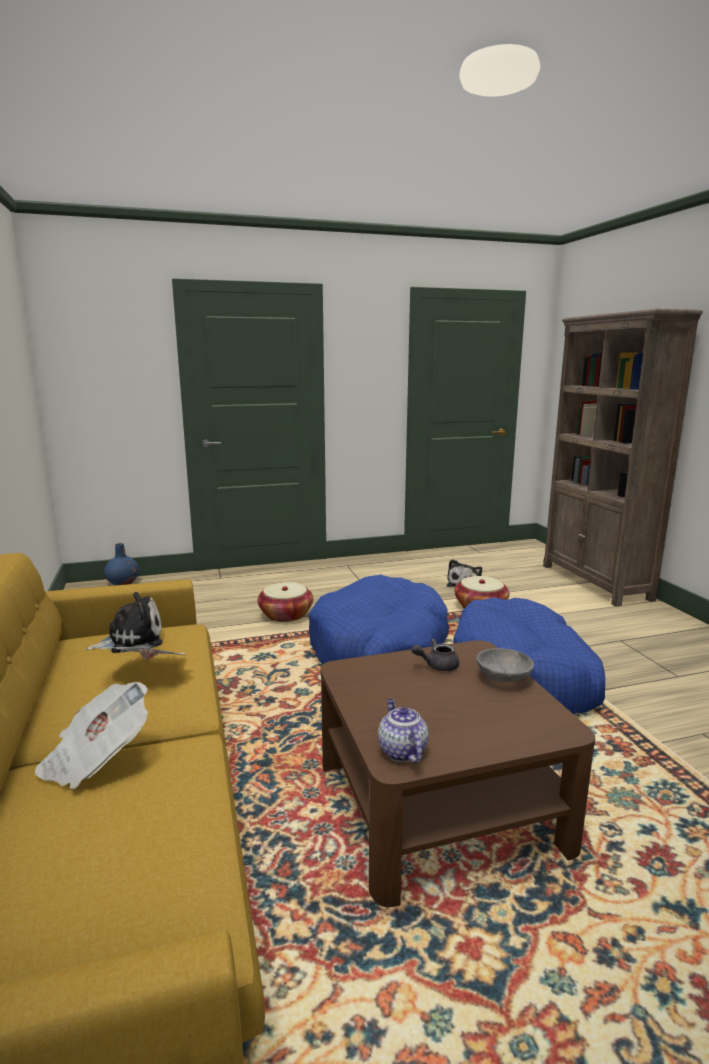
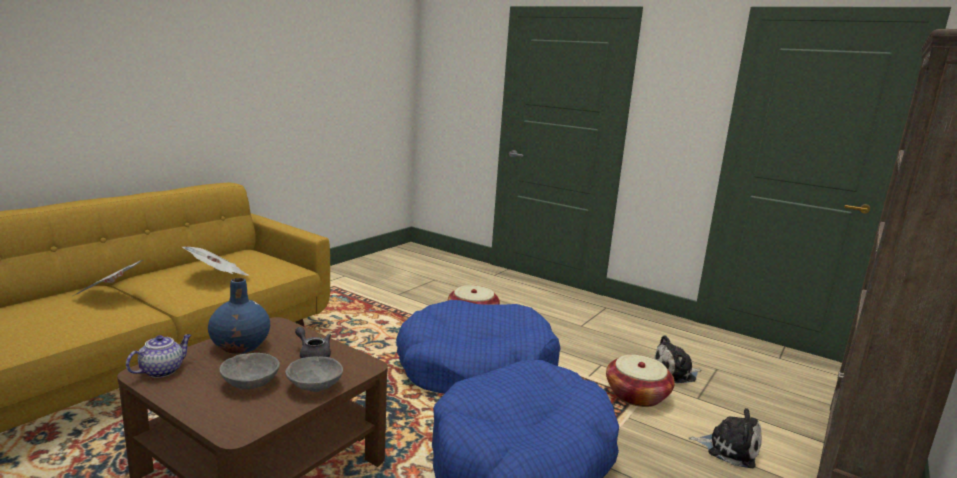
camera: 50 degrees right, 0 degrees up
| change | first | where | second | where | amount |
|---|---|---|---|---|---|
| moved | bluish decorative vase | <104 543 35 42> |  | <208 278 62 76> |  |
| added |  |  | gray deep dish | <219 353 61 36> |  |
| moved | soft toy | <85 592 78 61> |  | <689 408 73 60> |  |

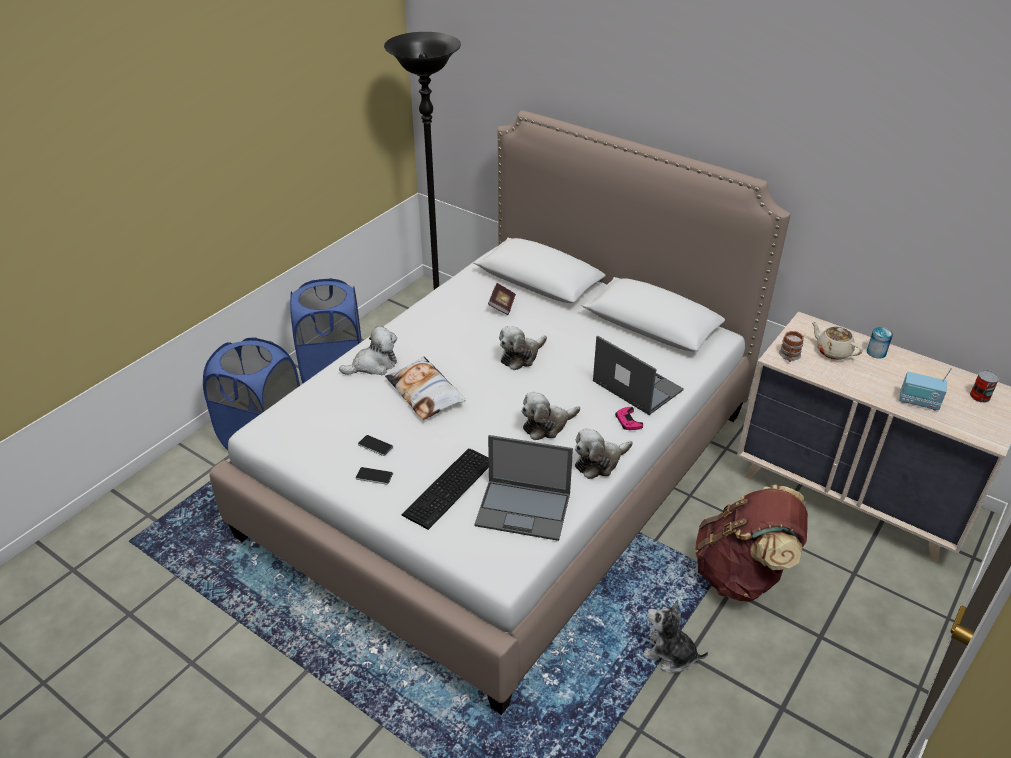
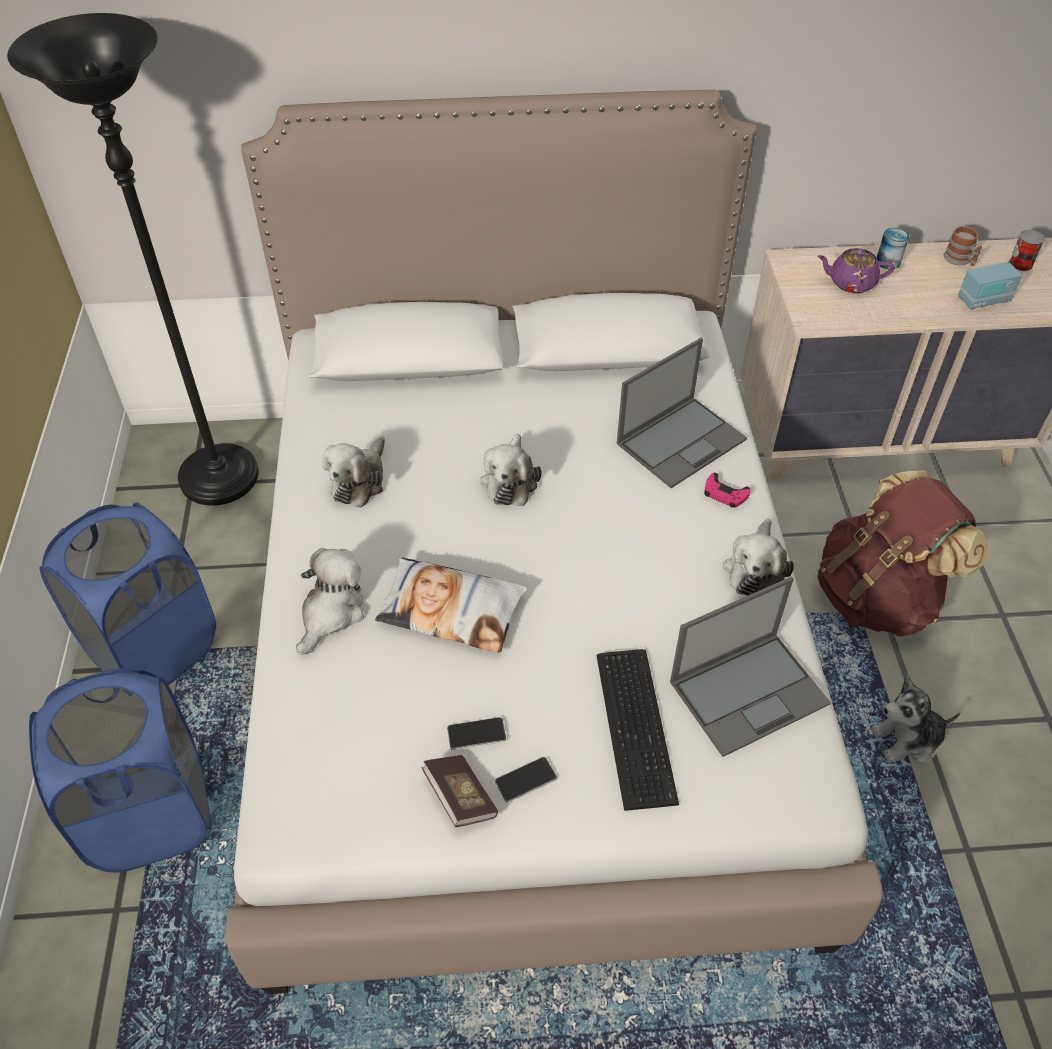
camera: 40 degrees left, 10 degrees up
| change | first | where | second | where | amount |
|---|---|---|---|---|---|
| moved | soft toy | <521 392 59 48> |  | <323 436 62 72> |  |
| moved | volume | <488 283 28 32> |  | <421 755 77 72> |  |
| turned | portable computer | <593 336 91 79> |  | <617 338 130 150> | 135 degrees clockwise |
| recoloured | beige tea pot | <811 321 52 39> | purple-coloured tea pot | <817 248 78 45> |  |
| moved | tea mug | <779 331 25 31> |  | <943 226 39 40> |  |

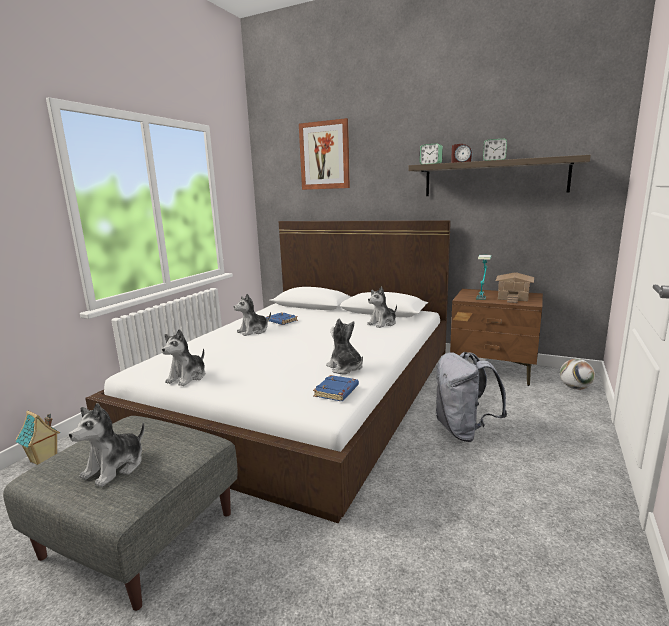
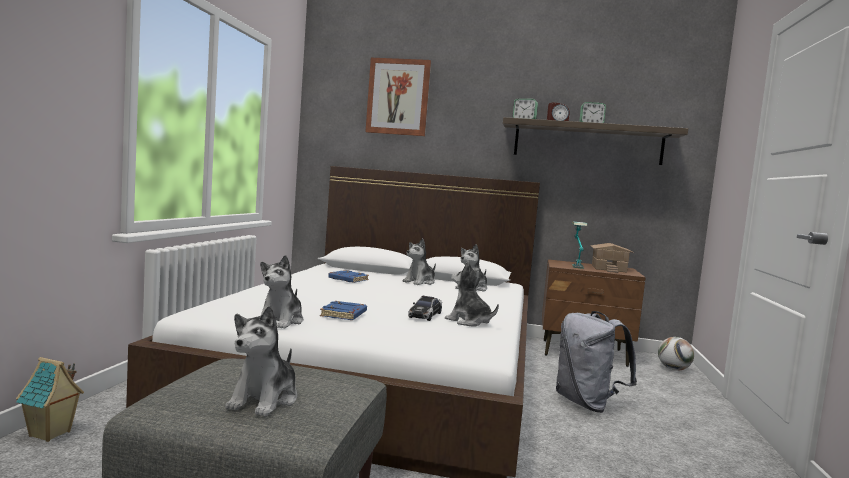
camera: 15 degrees left, 10 degrees down
| change | first | where | second | where | amount |
|---|---|---|---|---|---|
| moved | bluish volume | <313 375 46 26> |  | <320 301 47 19> |  |
| moved | soft toy | <234 293 37 43> |  | <403 238 33 47> |  |
| added |  |  | miniature car | <409 296 33 25> |  |

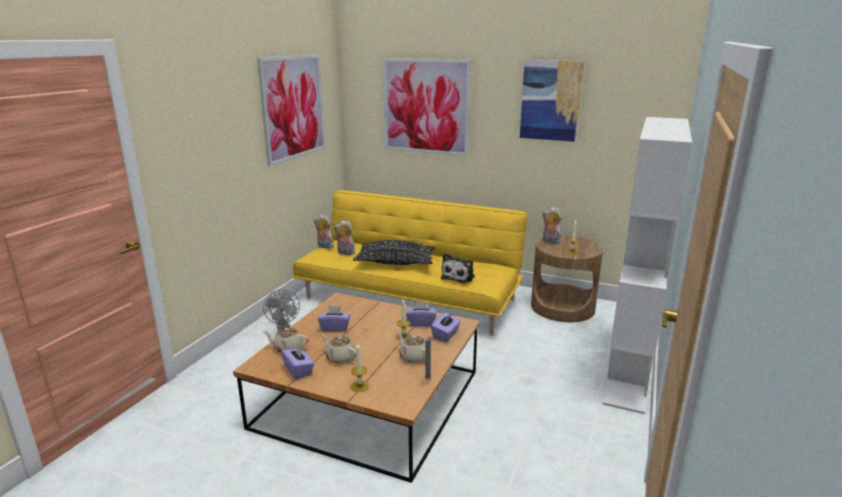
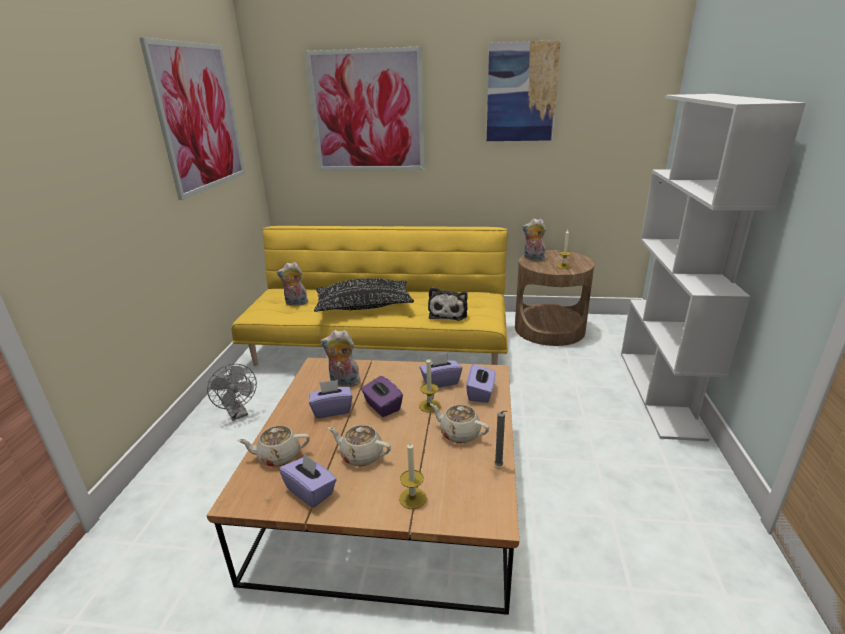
camera: 15 degrees left, 5 degrees up
| change | first | where | second | where | amount |
|---|---|---|---|---|---|
| moved | soft toy | <314 214 20 35> |  | <320 330 40 57> |  |
| added |  |  | purple-coloured tissue holder | <361 376 42 41> |  |

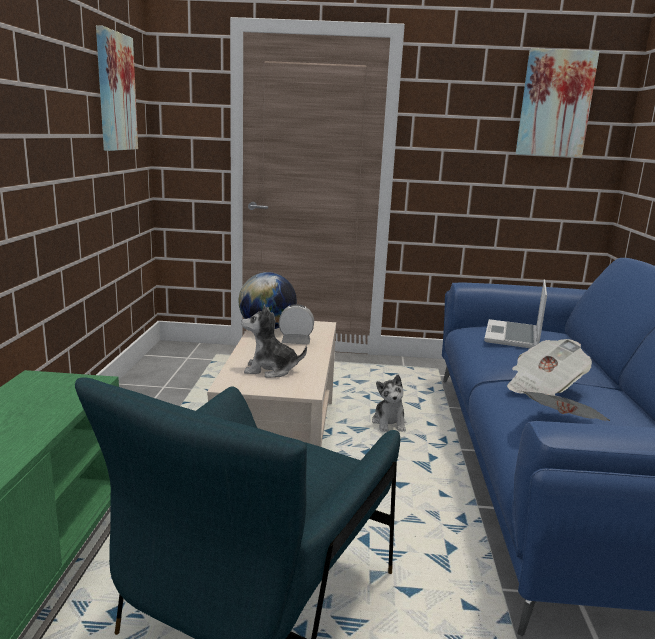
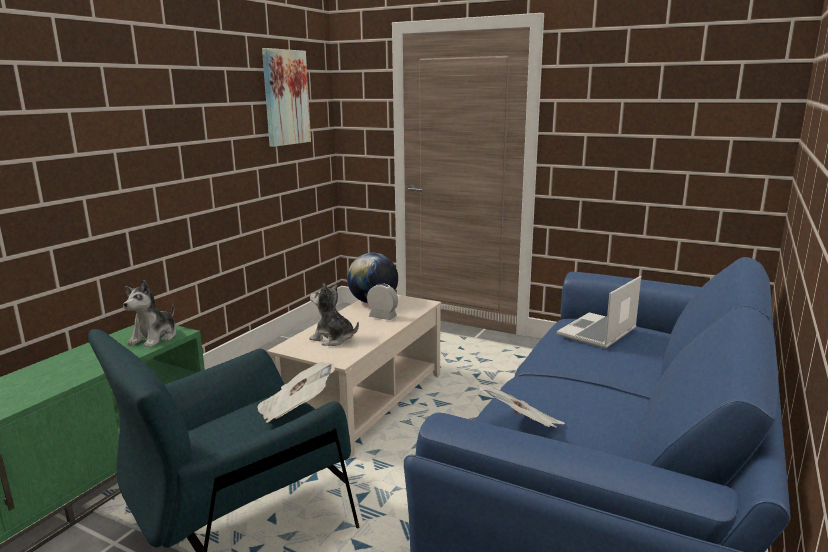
camera: 25 degrees right, 0 degrees up
| change | first | where | second | where | amount |
|---|---|---|---|---|---|
| moved | soft toy | <372 374 35 58> |  | <123 280 53 68> |  |
| moved | newspaper | <507 339 85 56> |  | <257 361 78 62> |  |
| removed | wall picture | <516 48 84 109> |  |  |  |

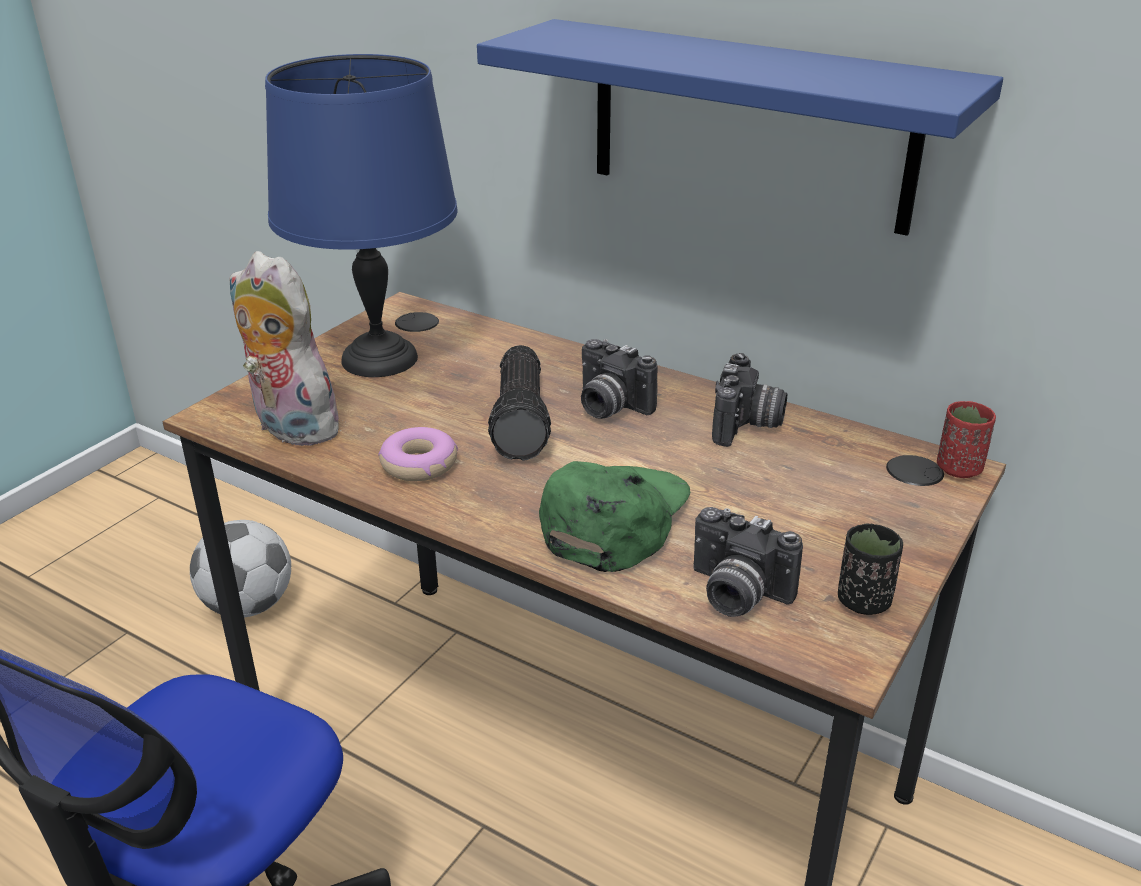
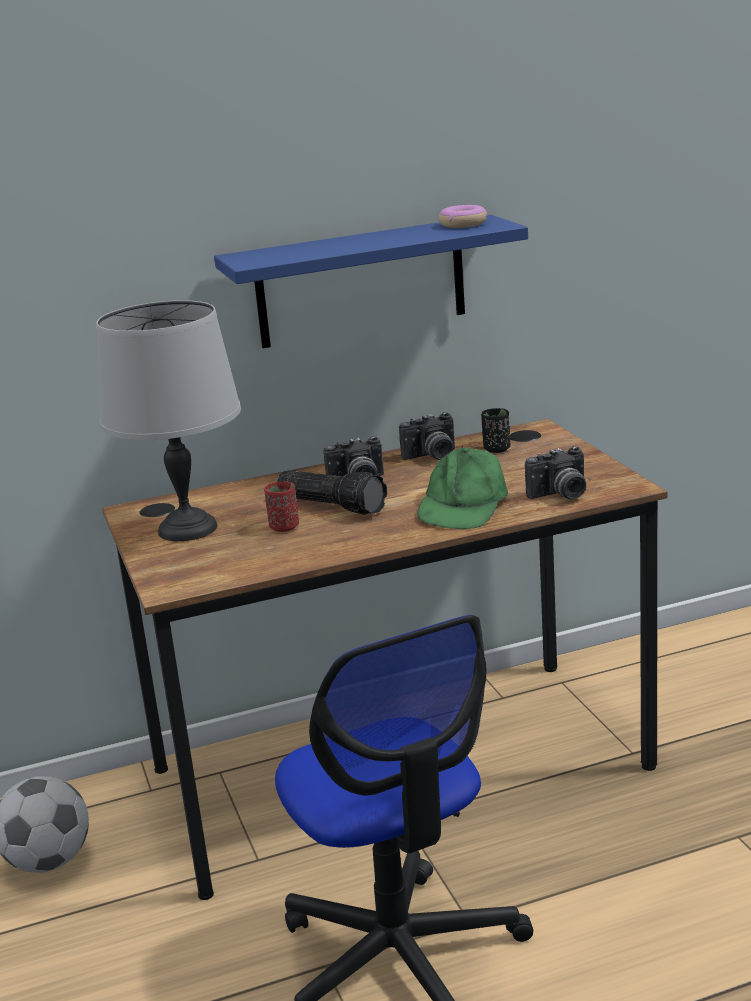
camera: 50 degrees left, 10 degrees down
| change | first | where | second | where | amount |
|---|---|---|---|---|---|
| recoloured | bluish lamp for a table | <265 54 193 323> | gray lamp for a table | <96 300 145 241> |  |
| moved | red small cup | <937 401 59 77> |  | <264 481 35 51> |  |
| turned | still camera | <712 353 75 94> |  | <399 412 56 48> | 105 degrees clockwise |
| turned | green-coloured peaked cap | <539 461 151 111> |  | <417 446 91 83> | 135 degrees counterclockwise |
| moved | doughnut | <378 427 80 54> |  | <438 205 49 23> |  |
| moved | black small cup | <838 524 65 91> |  | <481 408 29 45> |  |
| removed | soft toy | <229 251 120 195> |  |  |  |

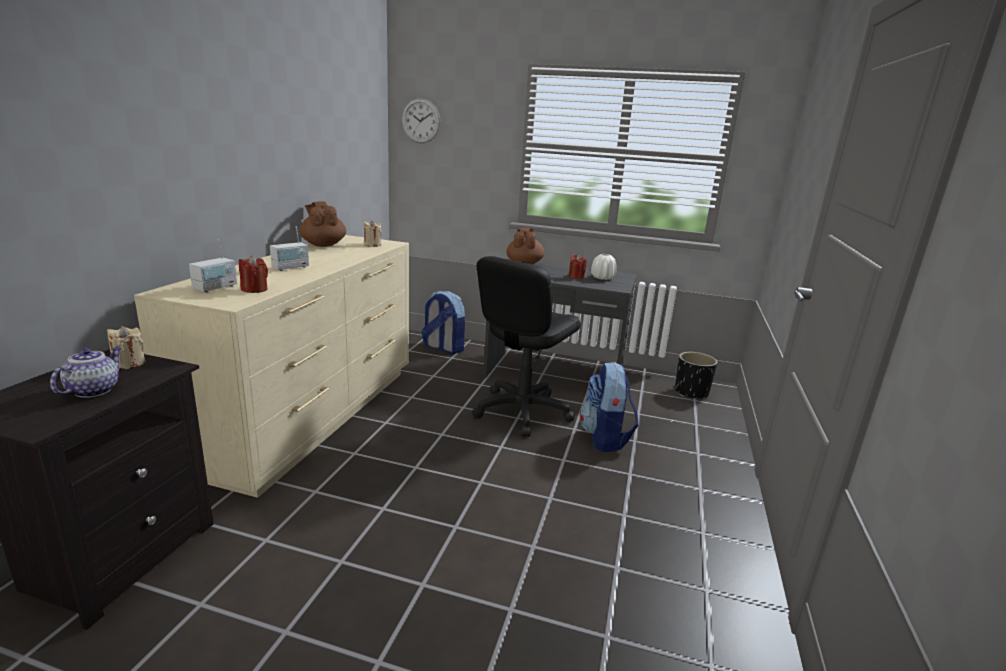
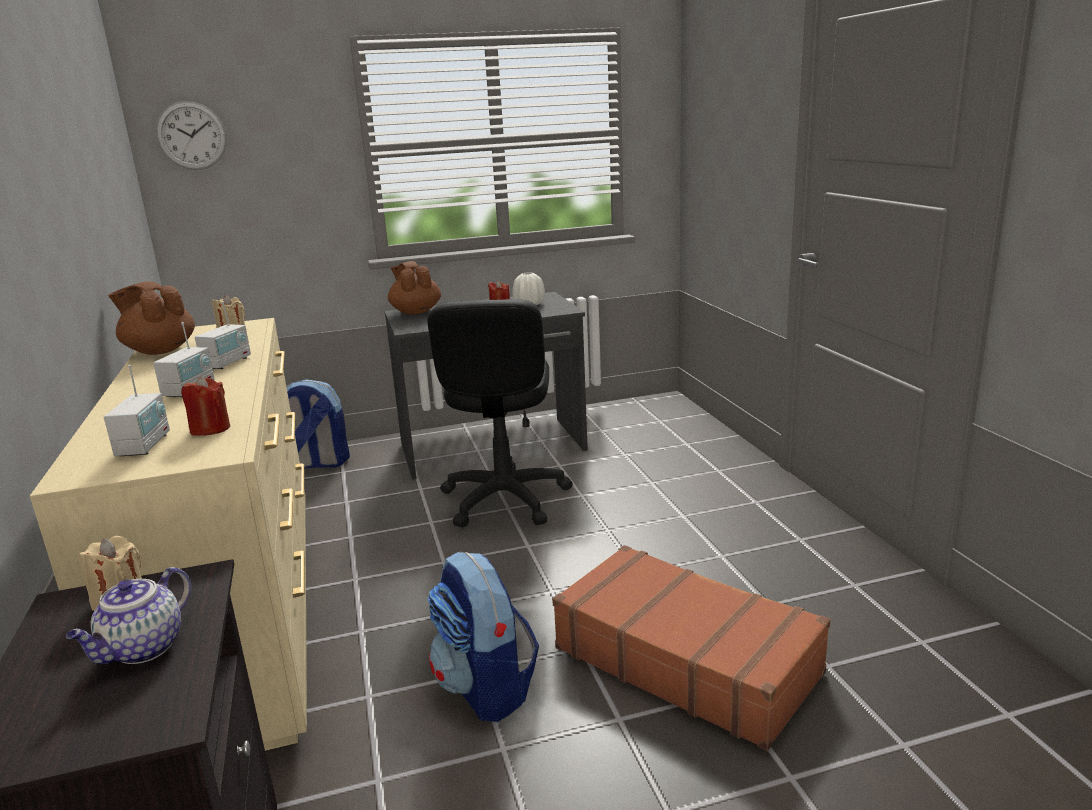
camera: 30 degrees left, 0 degrees up
| change | first | where | second | where | amount |
|---|---|---|---|---|---|
| turned | tea pot | <50 347 72 51> |  | <66 567 125 97> | 135 degrees counterclockwise |
| added |  |  | radio receiver | <195 301 56 68> |  |
| moved | knapsack | <580 362 59 90> |  | <428 551 111 171> |  |
| added |  |  | brown piece of luggage | <552 545 278 206> |  |
| removed | black planter | <675 352 42 47> |  |  |  |

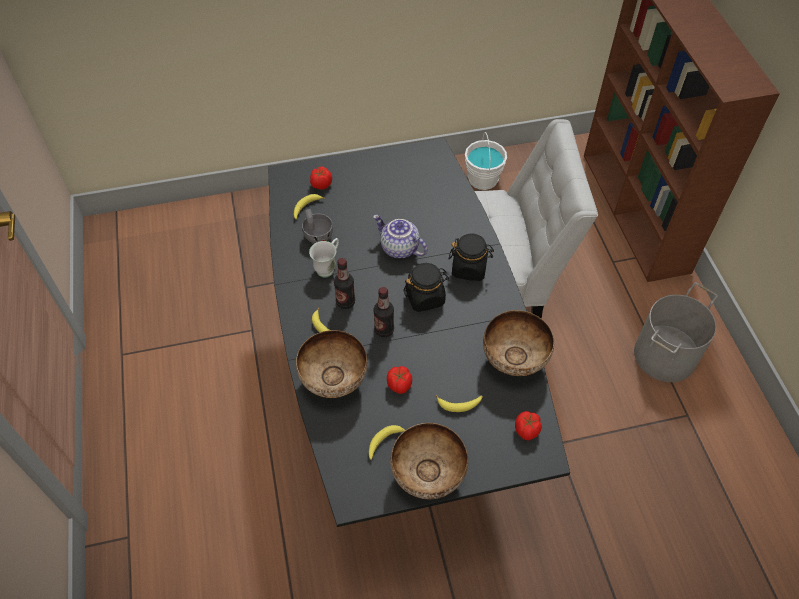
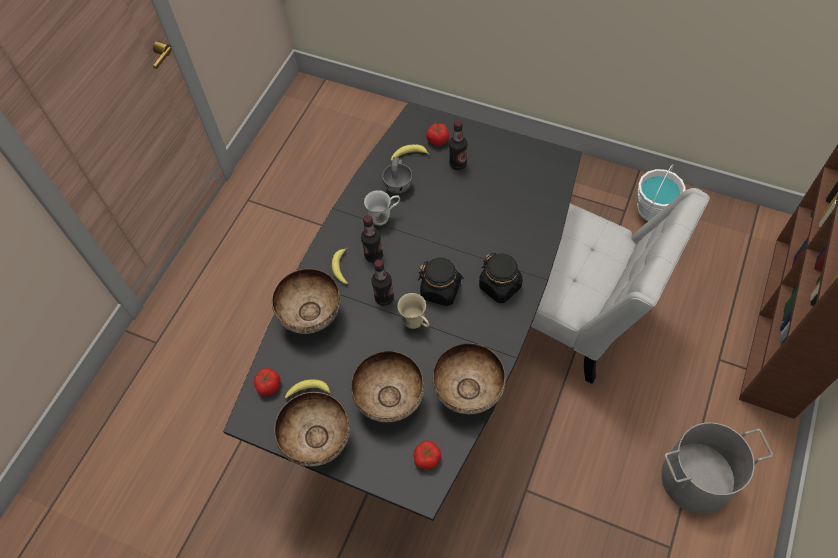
camera: 40 degrees right, 5 degrees up
| change | first | where | second | where | amount |
|---|---|---|---|---|---|
| moved | whole tomato | <387 366 25 28> |  | <254 368 27 28> |  |
| replaced | whole banana | <436 395 46 17> | deep dish | <351 351 74 72> |  |
| added |  |  | beige tea mug | <397 293 32 36> |  |
| added |  |  | drink bottle | <449 120 18 50> |  |
| removed | tea pot | <373 214 55 45> |  |  |  |

